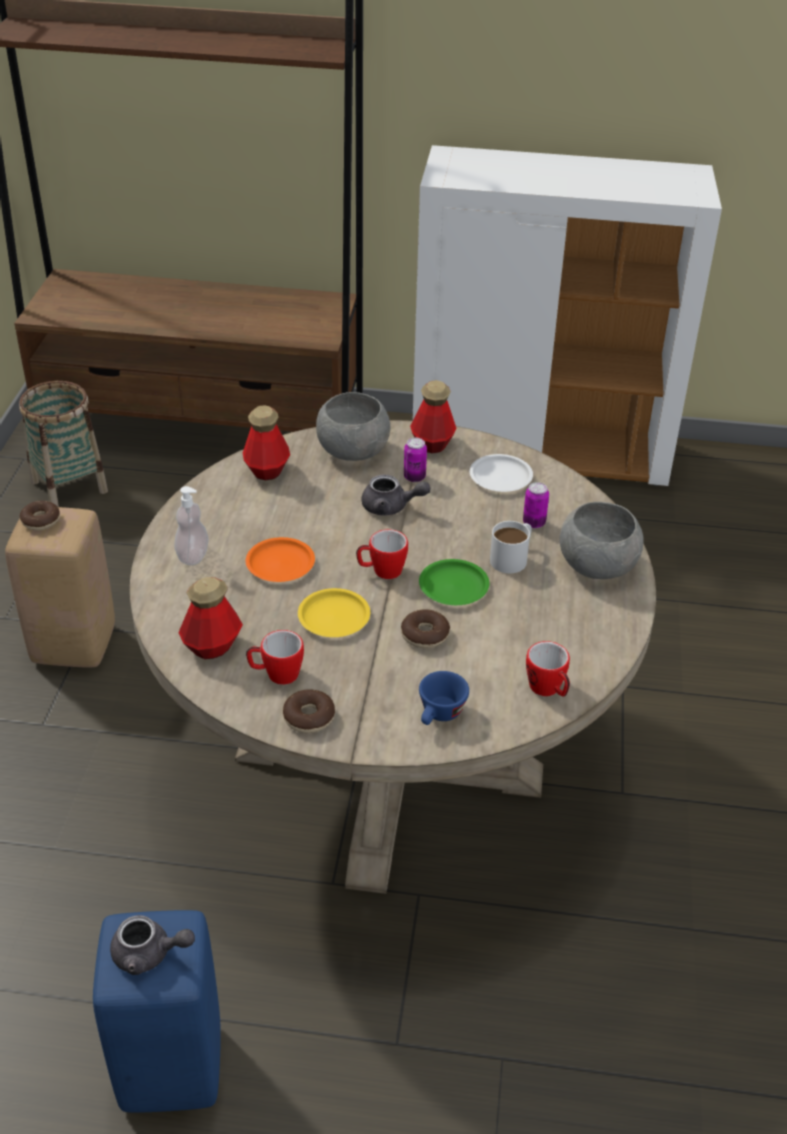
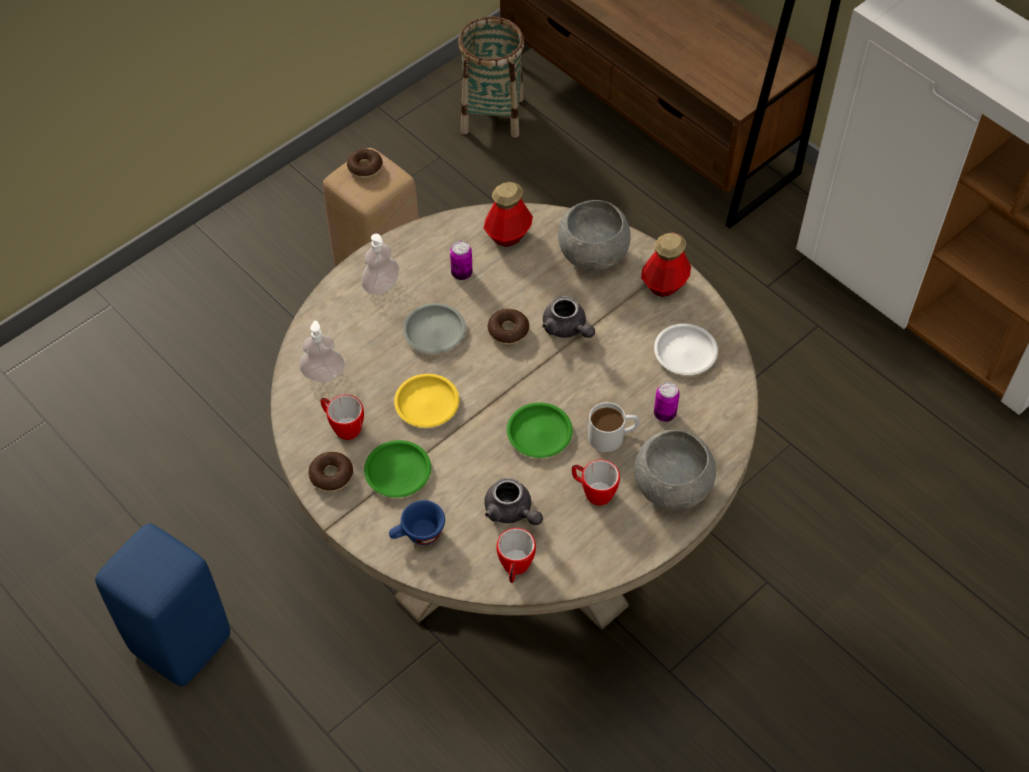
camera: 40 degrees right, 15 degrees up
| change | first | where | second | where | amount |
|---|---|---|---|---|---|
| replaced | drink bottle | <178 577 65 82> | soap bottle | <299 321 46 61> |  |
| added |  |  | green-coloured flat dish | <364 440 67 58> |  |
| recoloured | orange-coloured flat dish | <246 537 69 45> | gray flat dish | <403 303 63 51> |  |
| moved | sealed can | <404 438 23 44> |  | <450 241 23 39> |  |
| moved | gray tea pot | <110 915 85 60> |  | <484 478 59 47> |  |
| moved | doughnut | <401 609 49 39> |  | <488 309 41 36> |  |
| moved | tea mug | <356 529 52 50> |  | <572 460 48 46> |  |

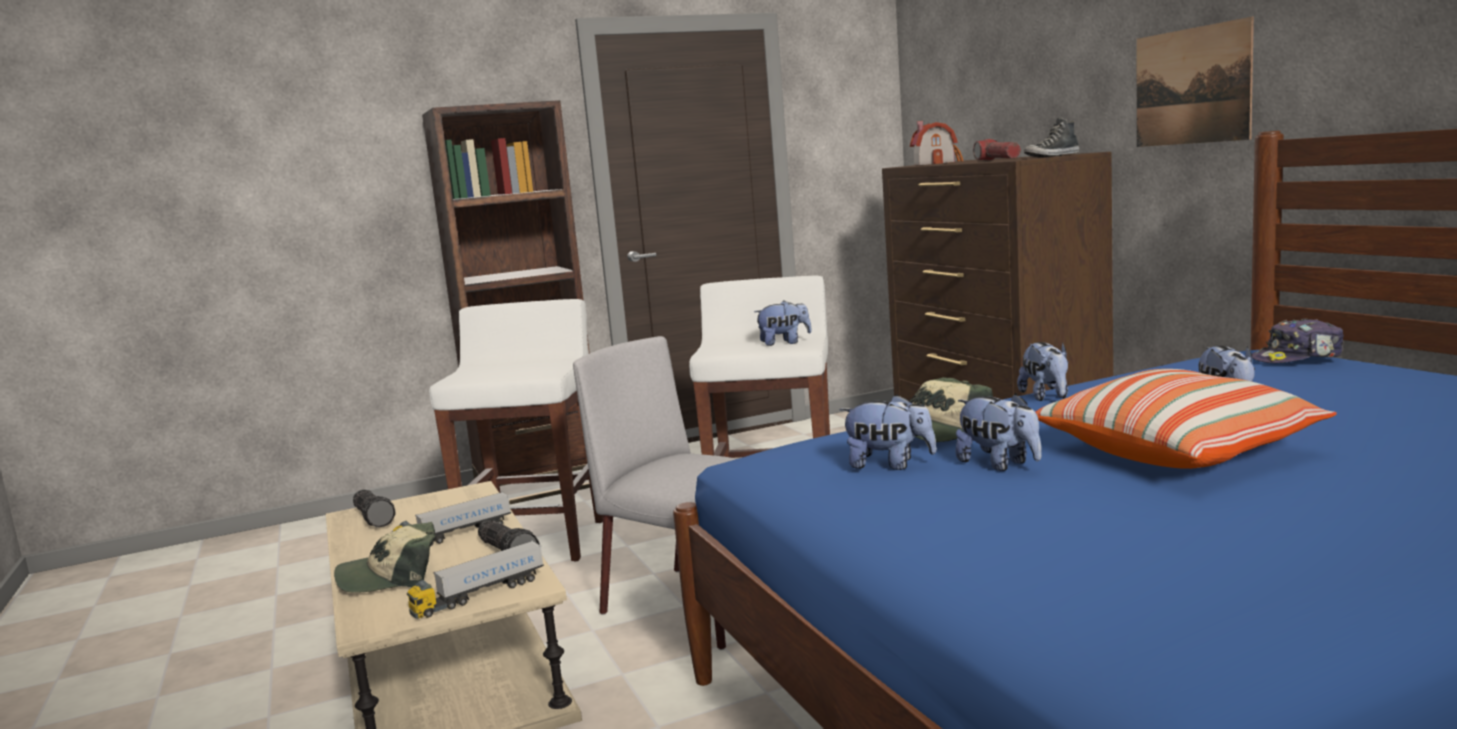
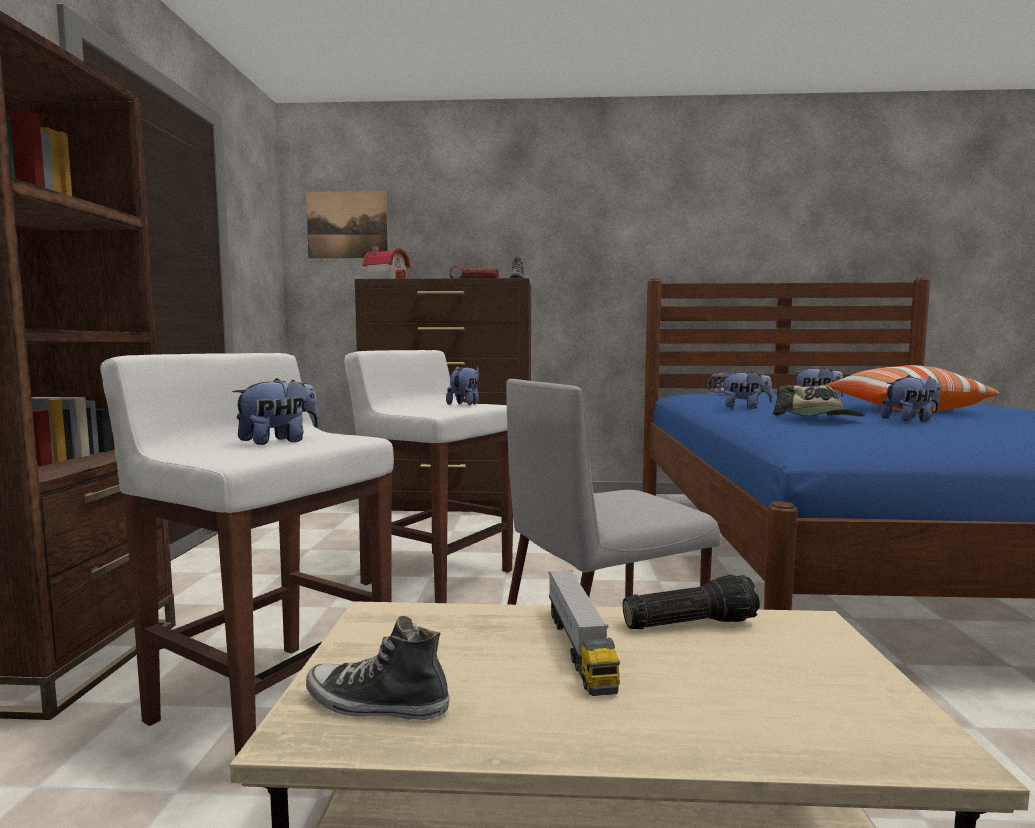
camera: 65 degrees left, 5 degrees down
| change | first | where | second | where | amount |
|---|---|---|---|---|---|
| moved | soft toy | <839 394 98 76> |  | <232 378 87 67> |  |
| moved | wall picture | <1137 17 117 130> |  | <306 191 82 67> |  |
| replaced | flashlight | <353 490 42 37> | item of footwear | <306 616 143 104> |  |
| removed | peaked cap | <334 522 101 71> |  |  |  |
| removed | toy lorry | <407 540 137 79> |  |  |  |

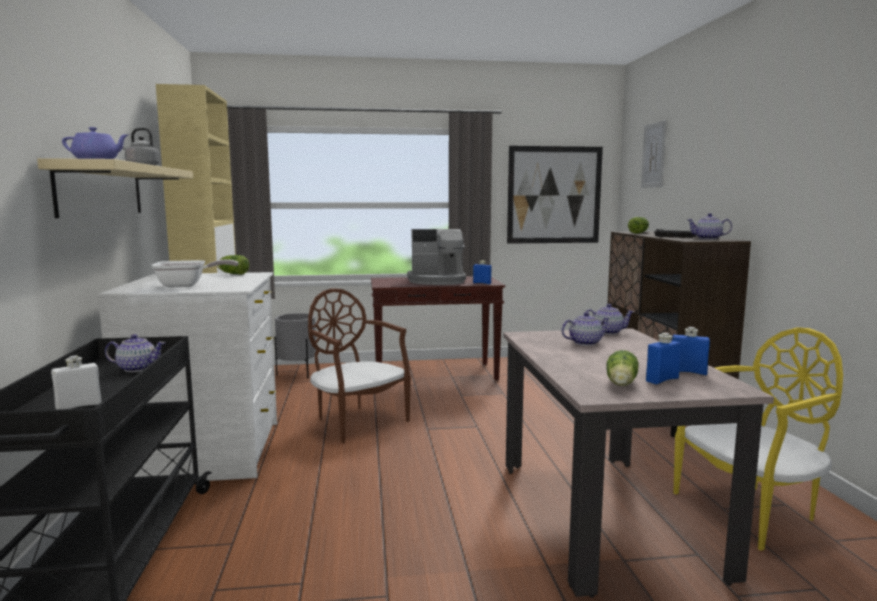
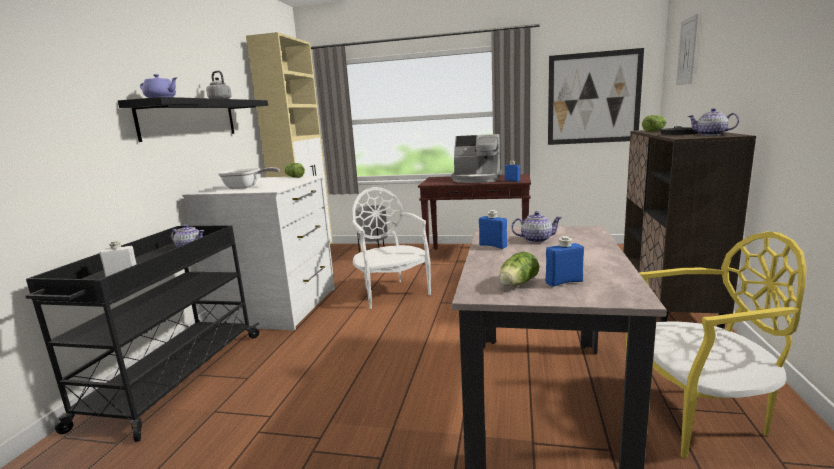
camera: 20 degrees right, 5 degrees up
| change | first | where | second | where | amount |
|---|---|---|---|---|---|
| recoloured | beige wall shelf | <37 158 156 60> | black wall shelf | <118 97 150 45> |  |
| recoloured | brown plain chair | <308 288 103 155> | white plain chair | <352 187 79 122> |  |
| moved | bluish drink bottle | <672 327 38 48> |  | <479 210 28 39> |  |
| removed | tea pot | <586 304 48 31> |  |  |  |

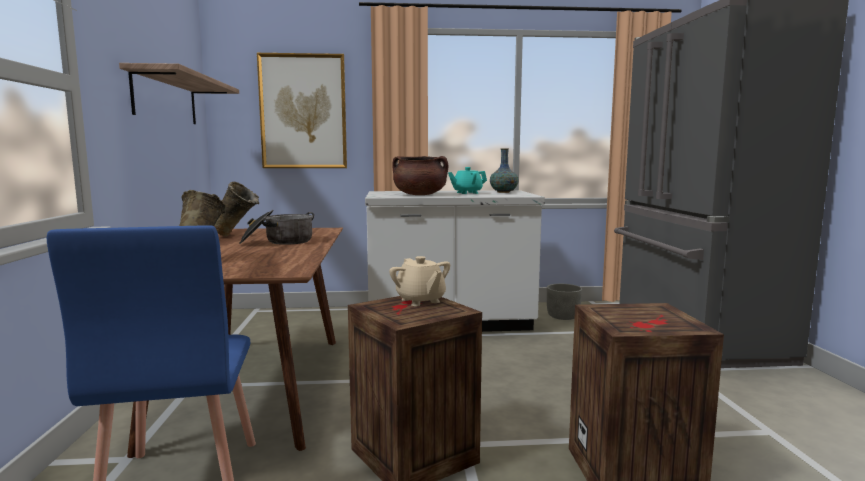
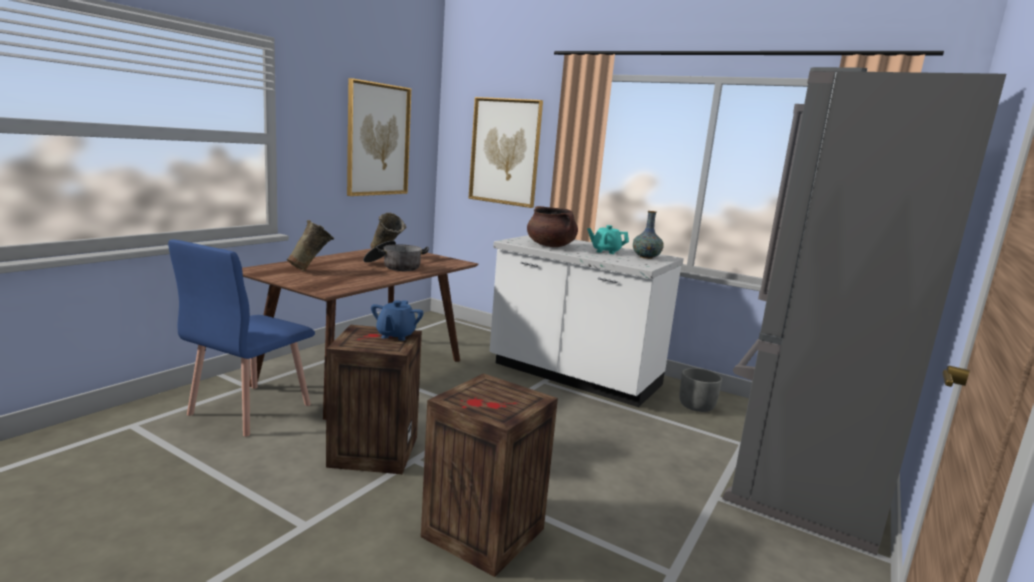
camera: 35 degrees right, 5 degrees up
| change | first | where | second | where | amount |
|---|---|---|---|---|---|
| replaced | wall shelf | <119 63 120 61> | wall picture | <347 78 64 118> |  |
| recoloured | beige tea pot | <389 256 61 50> | bluish tea pot | <371 300 52 41> |  |

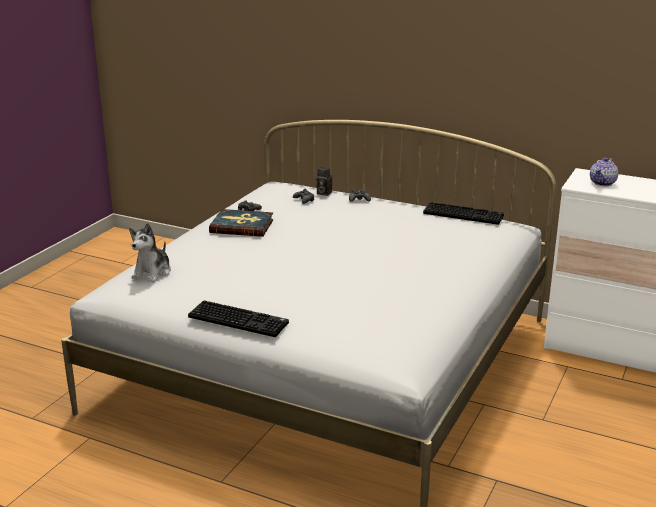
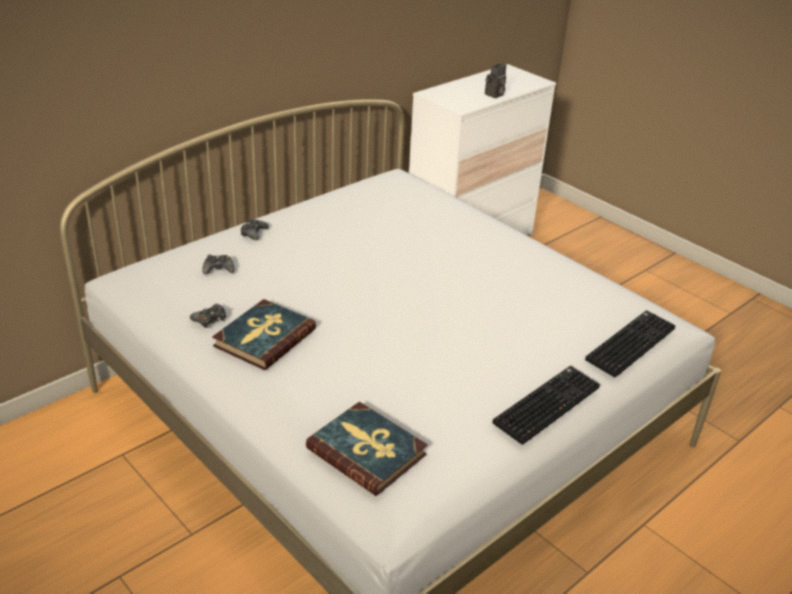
camera: 70 degrees left, 10 degrees up
| change | first | where | second | where | amount |
|---|---|---|---|---|---|
| replaced | soft toy | <129 223 42 59> | volume | <306 402 122 94> |  |
| moved | still camera | <317 167 15 29> |  | <485 64 21 34> |  |
| moved | computer keyboard | <423 202 81 23> |  | <585 310 90 68> |  |
| removed | tea pot | <590 158 29 28> |  |  |  |

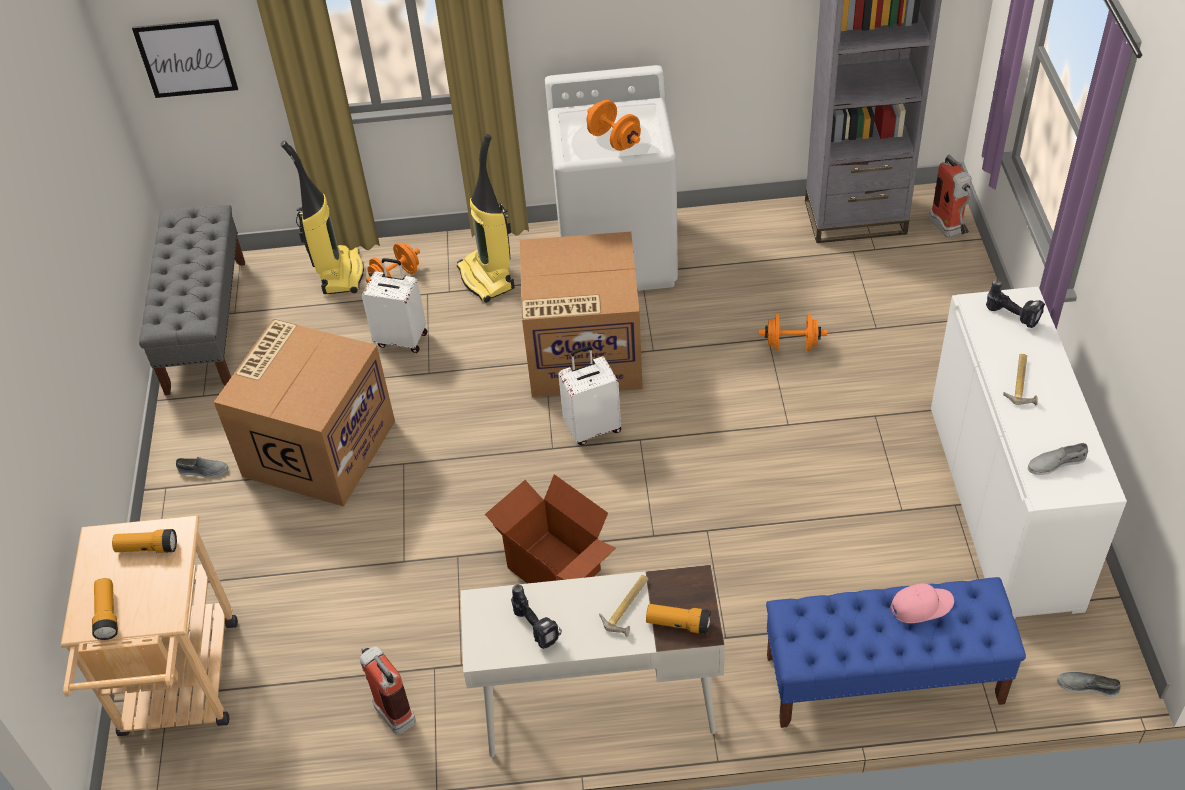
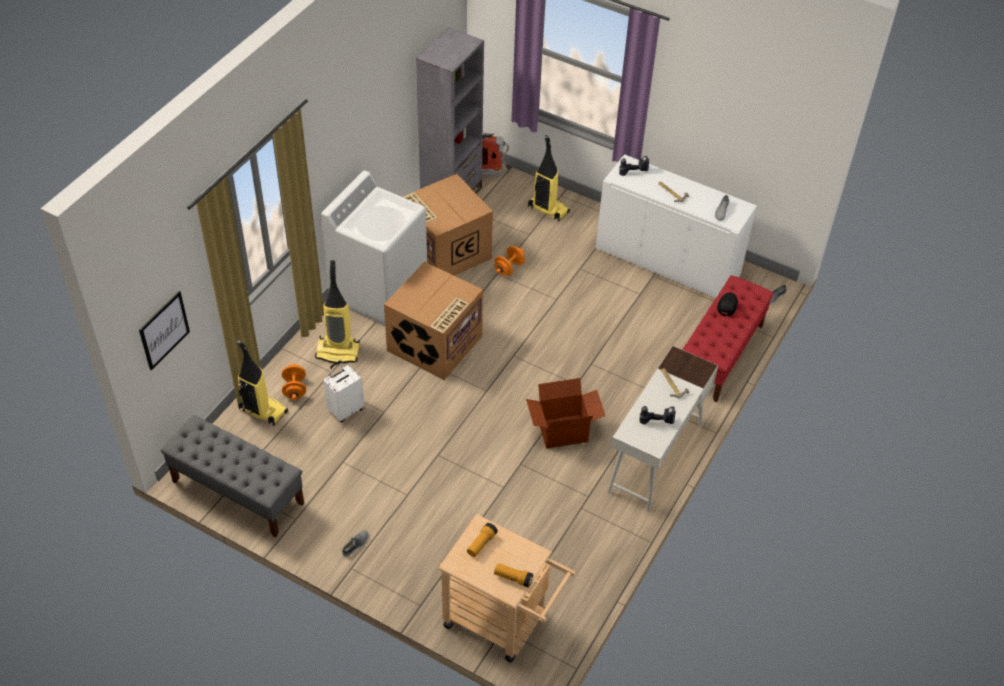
camera: 60 degrees left, 0 degrees up
| change | first | where | second | where | amount |
|---|---|---|---|---|---|
| moved | carton | <214 319 181 188> |  | <403 174 90 102> |  |
| added |  |  | vacuum cleaner | <528 135 42 86> |  |
| recoloured | bluish long seat | <766 577 260 151> | red long seat | <682 275 92 127> |  |
| recoloured | pink-coloured peaked cap | <890 583 64 40> | black peaked cap | <717 292 21 24> |  |
| removed | fire extinguisher | <360 646 56 89> |  |  |  |
| removed | white piece of luggage | <558 346 63 99> |  |  |  |
| removed | orange-coloured dumbbell | <586 100 55 51> |  |  |  |
| removed | flashlight | <646 604 65 30> |  |  |  |

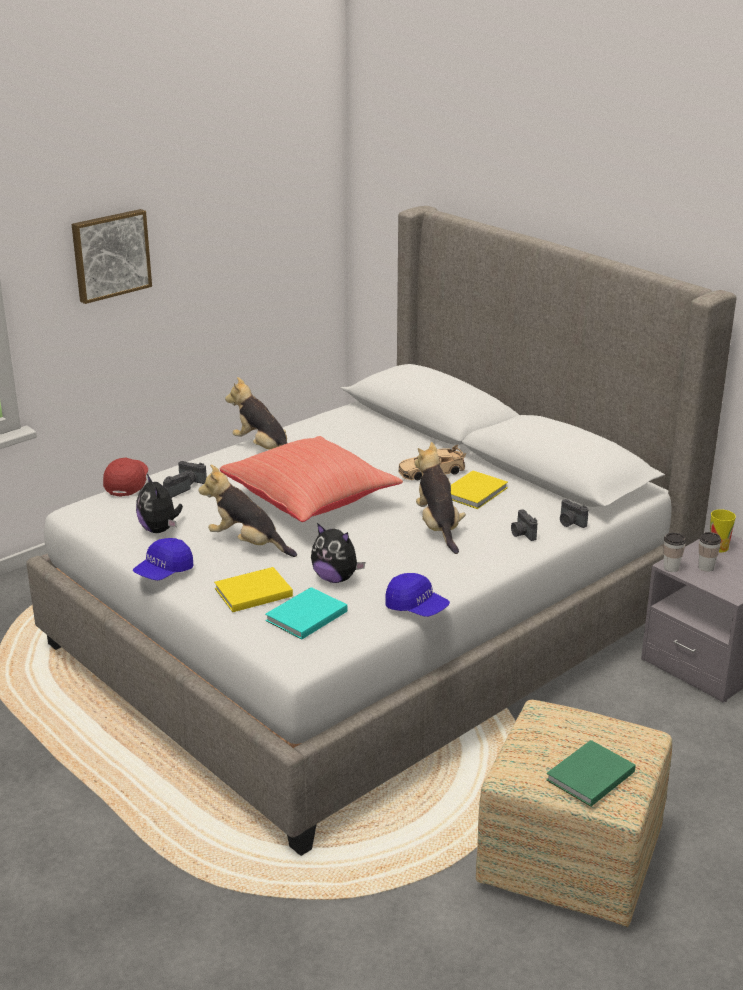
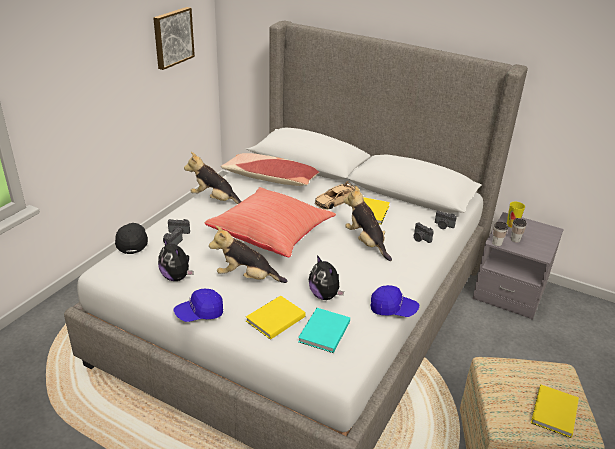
camera: 20 degrees left, 5 degrees up
| change | first | where | second | where | amount |
|---|---|---|---|---|---|
| recoloured | red peaked cap | <103 458 45 39> | black peaked cap | <115 223 33 31> |  |
| moved | wall picture | <72 209 80 95> |  | <153 7 42 63> |  |
| turned | bluish peaked cap | <133 538 60 42> |  | <173 289 50 33> | 45 degrees clockwise |
| added |  |  | pillow | <221 153 99 33> |  |
| turned | soft toy | <311 523 54 60> |  | <309 255 35 45> | 45 degrees clockwise |
| recoloured | green-coloured volume | <546 740 90 67> | yellow-coloured volume | <531 384 48 54> |  |

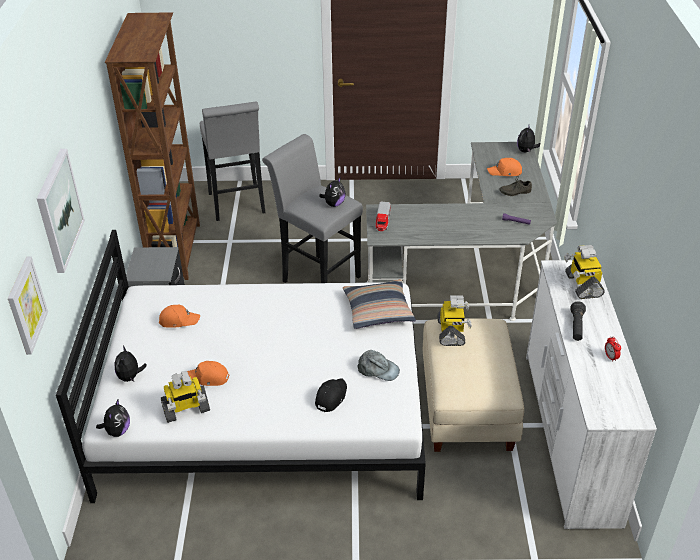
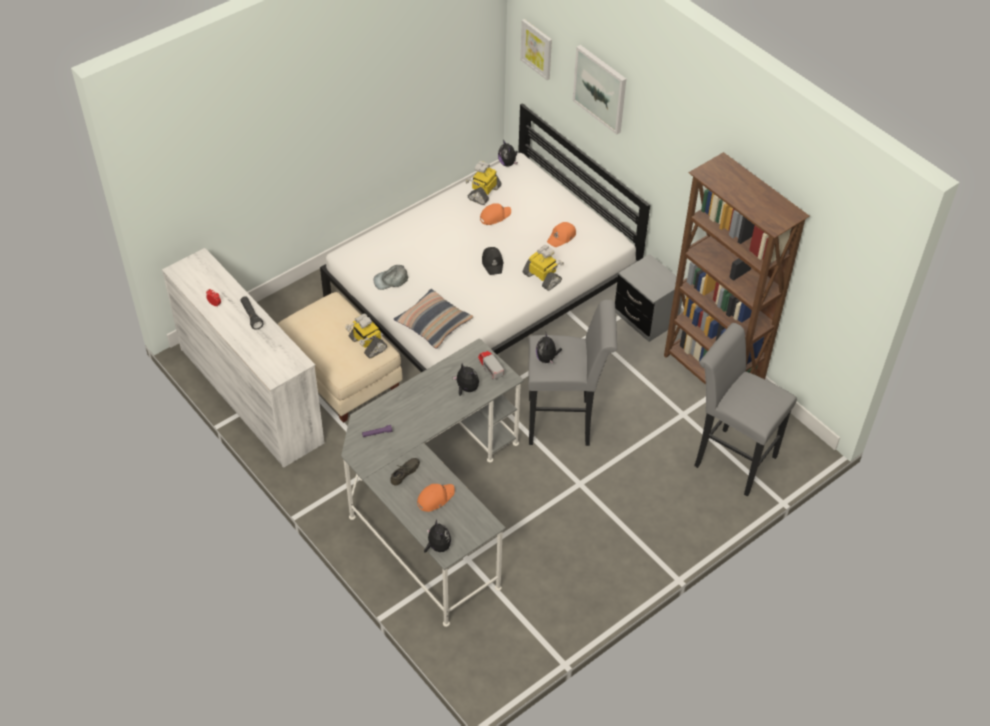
camera: 140 degrees right, 10 degrees up
| change | first | where | second | where | amount |
|---|---|---|---|---|---|
| moved | soft toy | <114 346 33 36> |  | <453 363 26 33> |  |
| moved | black peaked cap | <315 378 32 34> |  | <482 247 21 28> |  |
| moved | toy robot | <564 245 41 54> |  | <523 245 41 46> |  |

